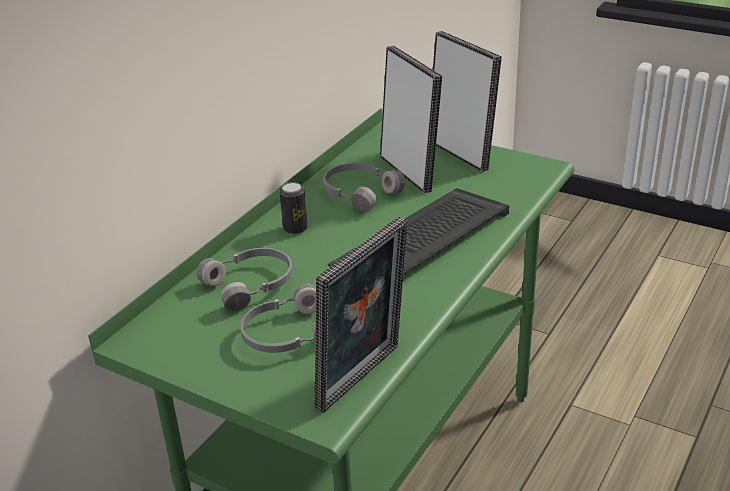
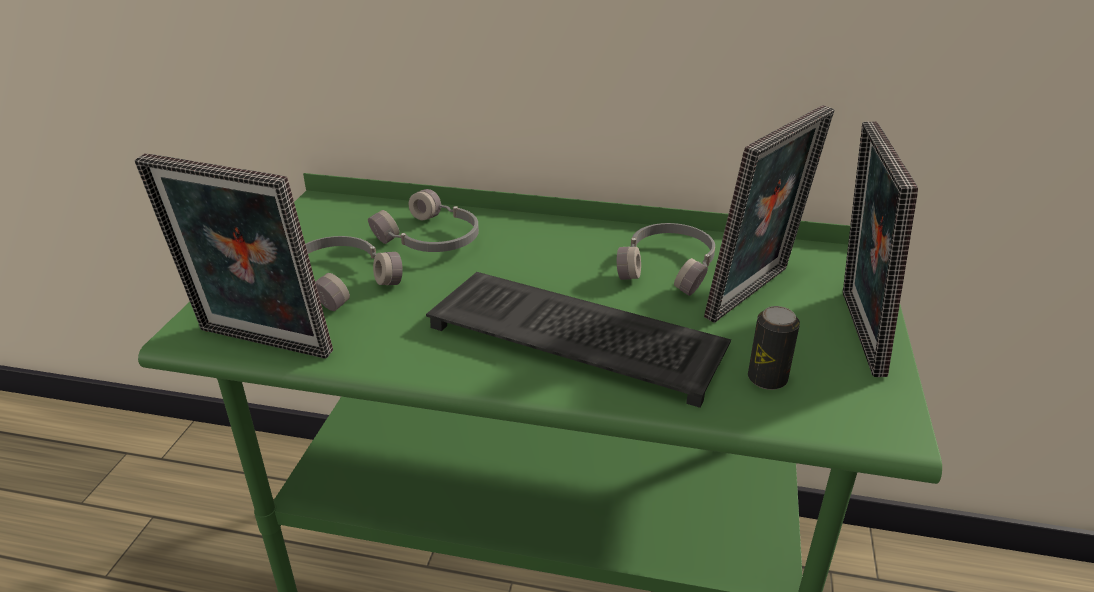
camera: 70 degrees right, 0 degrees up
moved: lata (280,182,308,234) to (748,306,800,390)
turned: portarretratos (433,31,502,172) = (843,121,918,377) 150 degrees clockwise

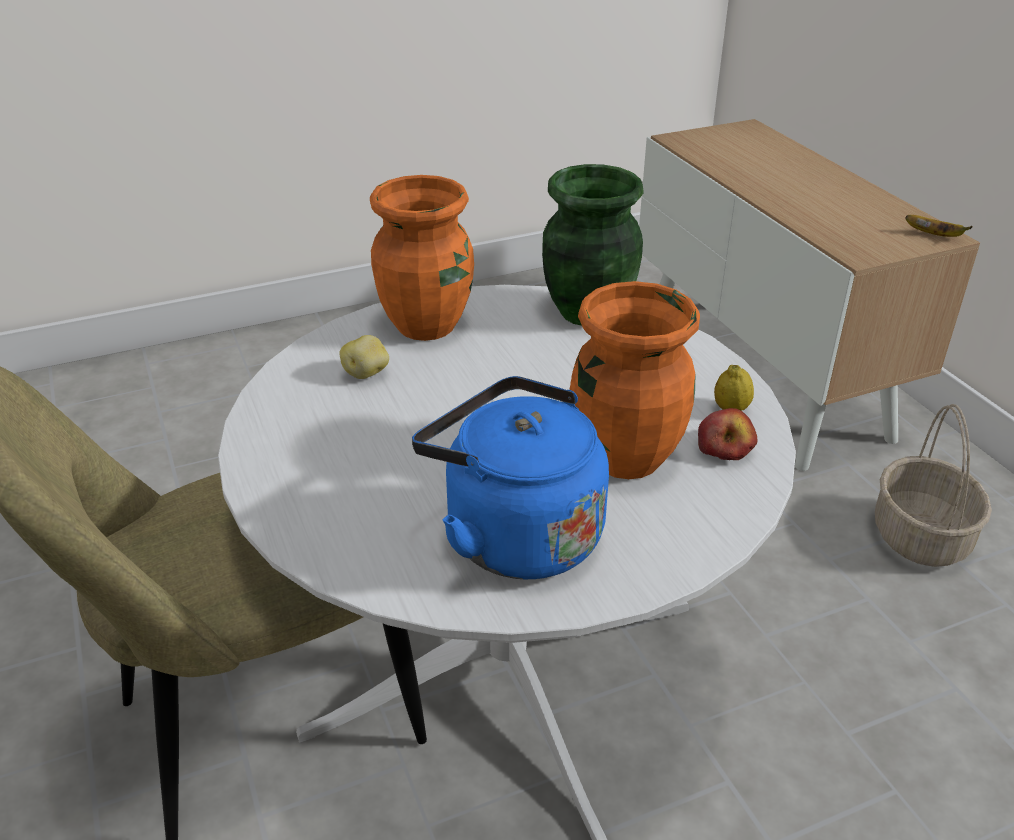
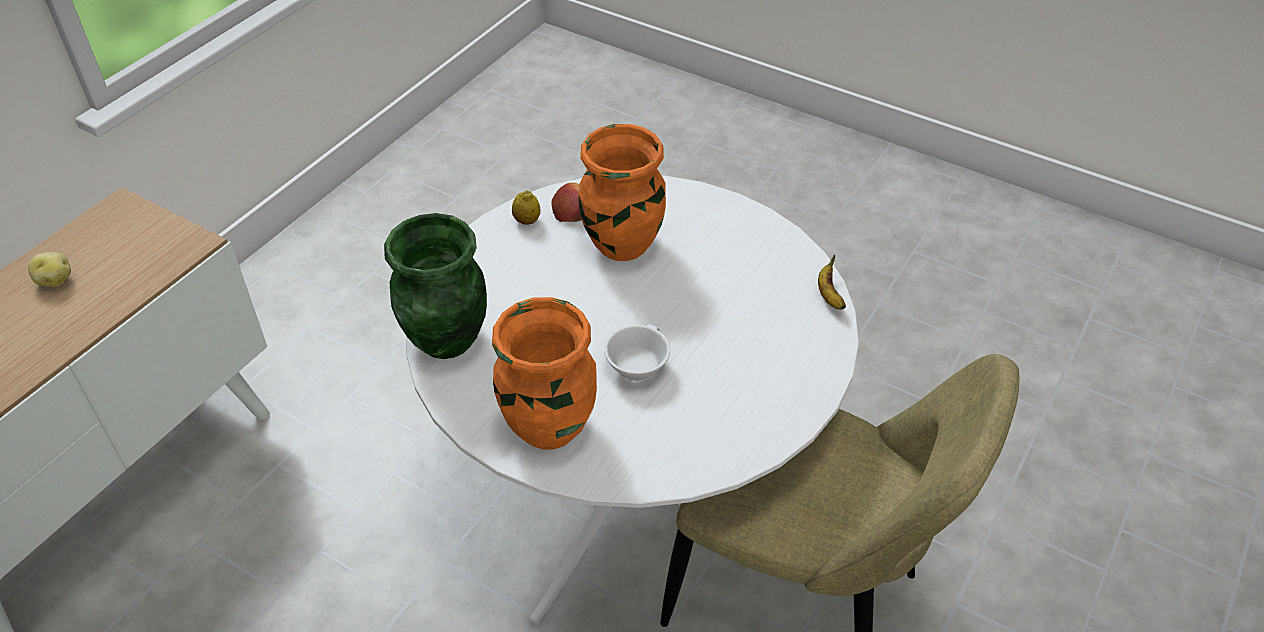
camera: 125 degrees left, 10 degrees up
removed: hervidor/azul (412,376,609,579); cesta (875,404,992,567)
added: taza/blanco (604,324,670,382)
moved: plátano (905,215,973,237) to (818,254,846,310); patata (339,335,389,379) to (28,252,71,287)

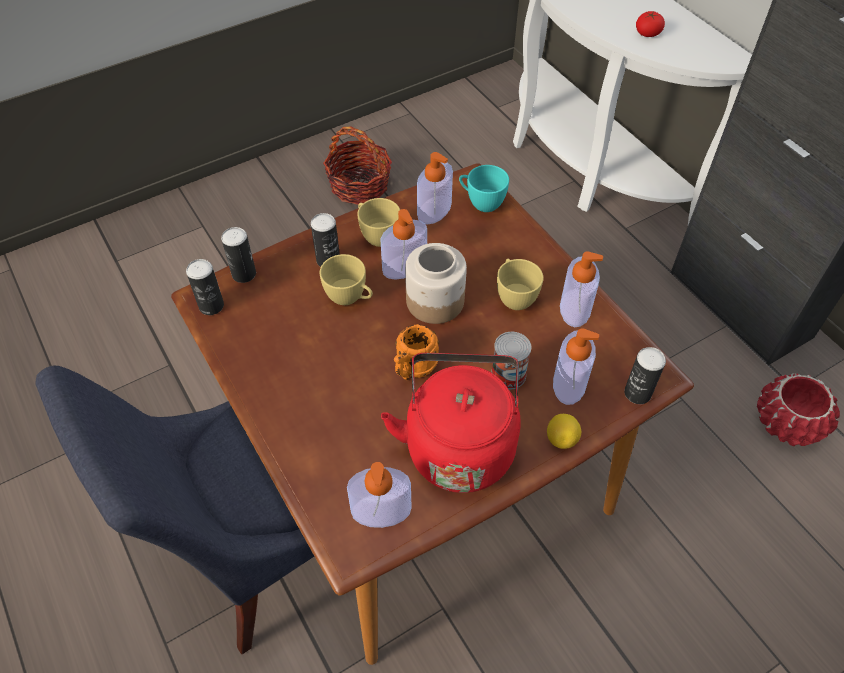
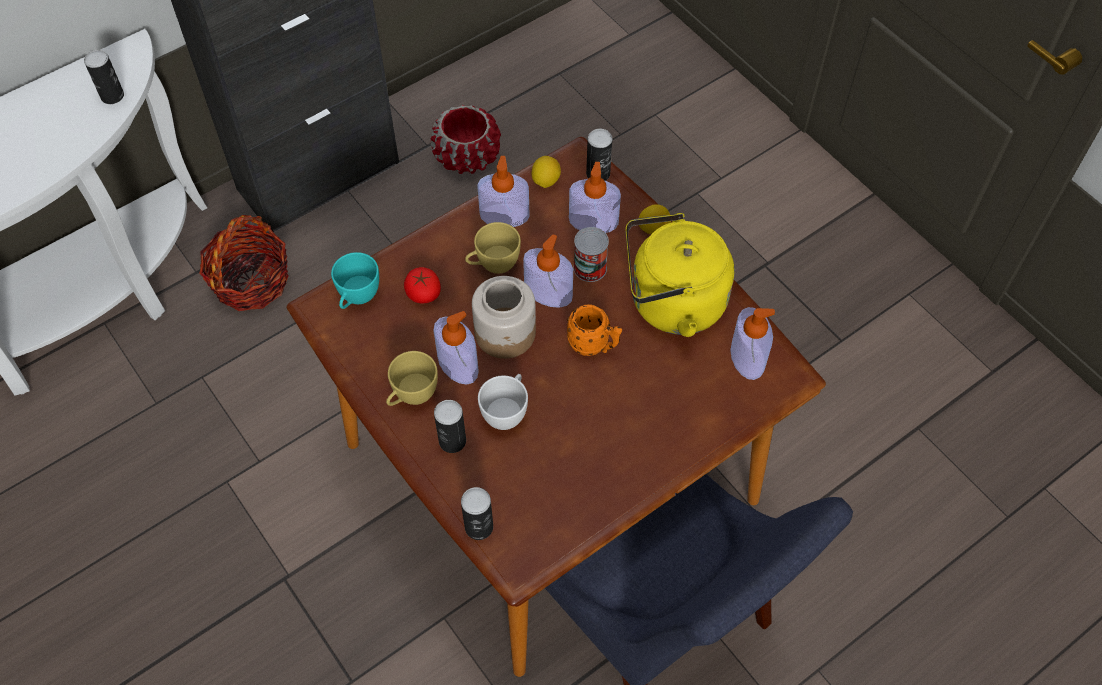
camera: 95 degrees left, 5 degrees up
added: limón (532,156,561,188)
moved: tomate (636,11,665,37) to (404,267,441,303); cesta (323,127,392,205) to (199,215,289,311); dispensador de jabón (417,152,453,225) to (523,235,573,308); lata (186,259,224,315) to (84,50,124,104)
recoloured: taza/amarillo (320,254,373,305) to taza/blanco (478,374,528,430); hervidor/rojo (381,353,521,493) to hervidor/amarillo (625,213,735,337)

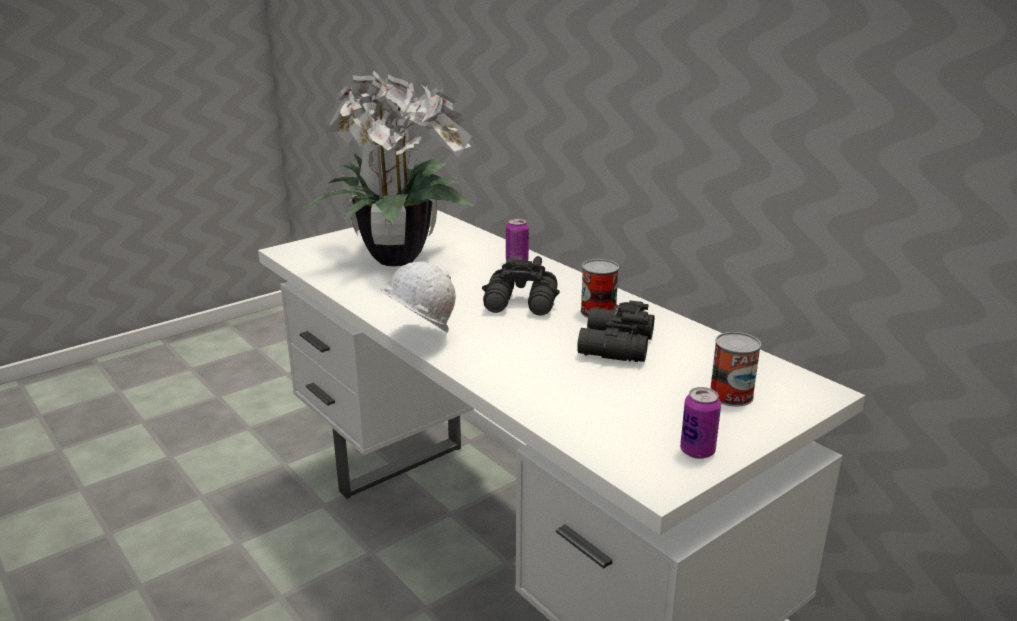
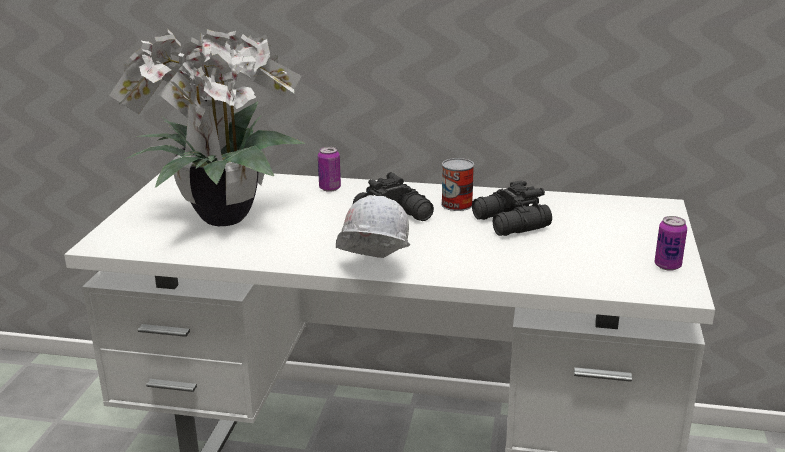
camera: 40 degrees left, 0 degrees up
removed: lata (710,332,761,406)

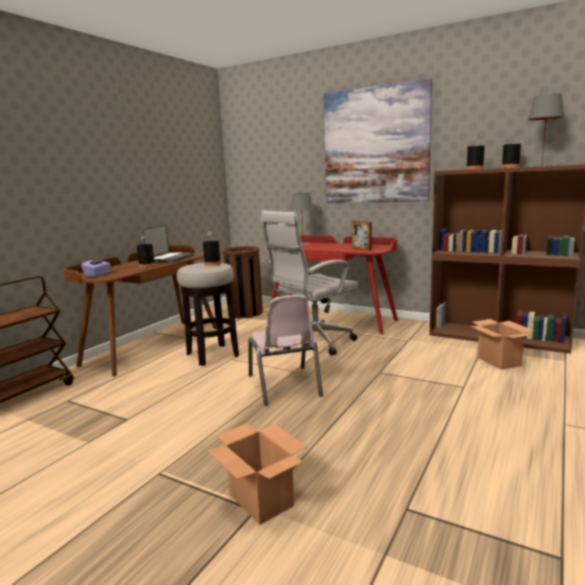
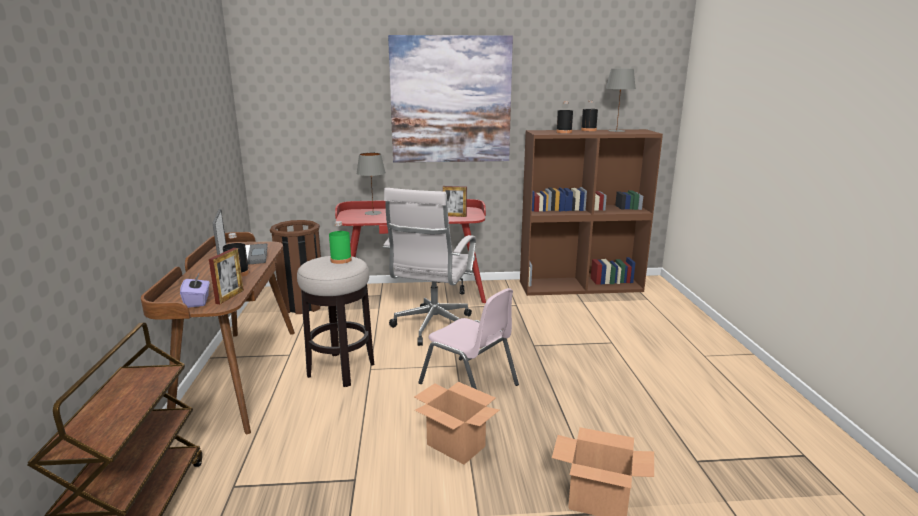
camera: 35 degrees left, 5 degrees up
added: portarretratos (209,248,244,304)
moved: caja de cartón (470,319,535,370) to (414,382,499,465)
recoloured: botella/negro (203,232,221,266) to botella/verde (329,221,352,264)

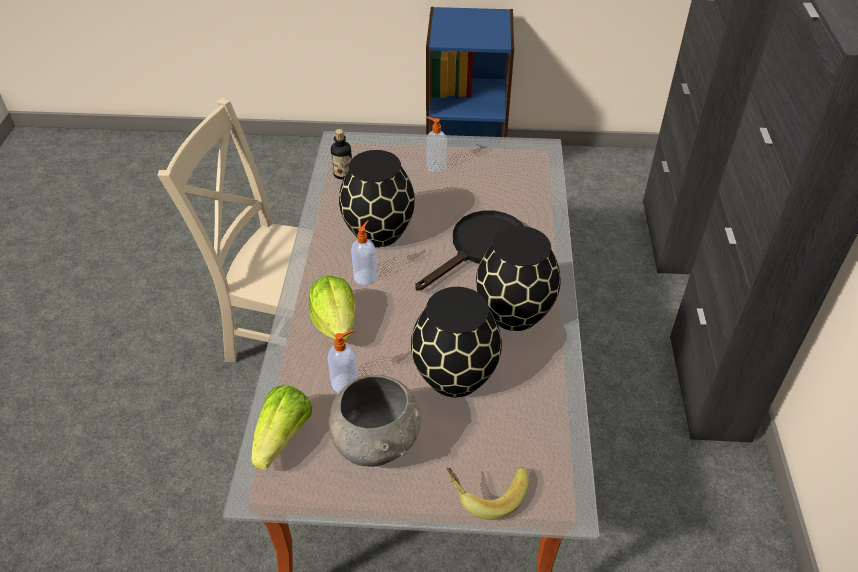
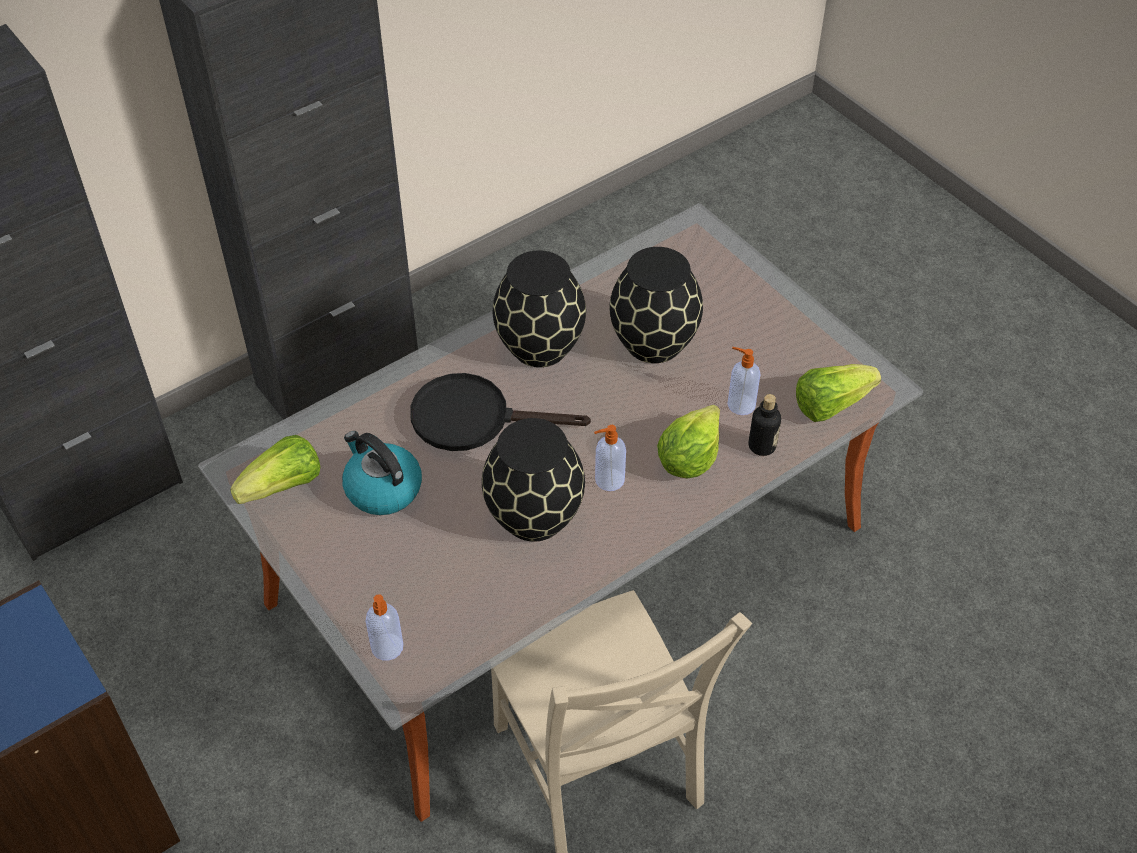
camera: 130 degrees left, 5 degrees up
removed: cuenco/gris (329,375,421,467); plátano (447,467,529,520)
added: hervidor (342,431,422,515); lechuga (230,435,320,504)
moved: dispensador de jabón (426,116,447,173) to (366,594,403,661); botella (331,129,352,179) to (749,394,781,456)

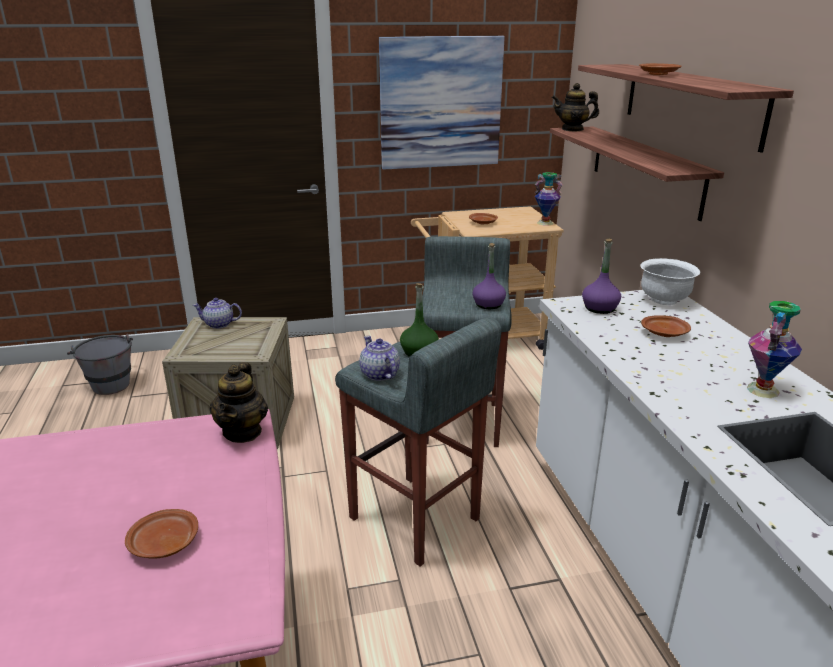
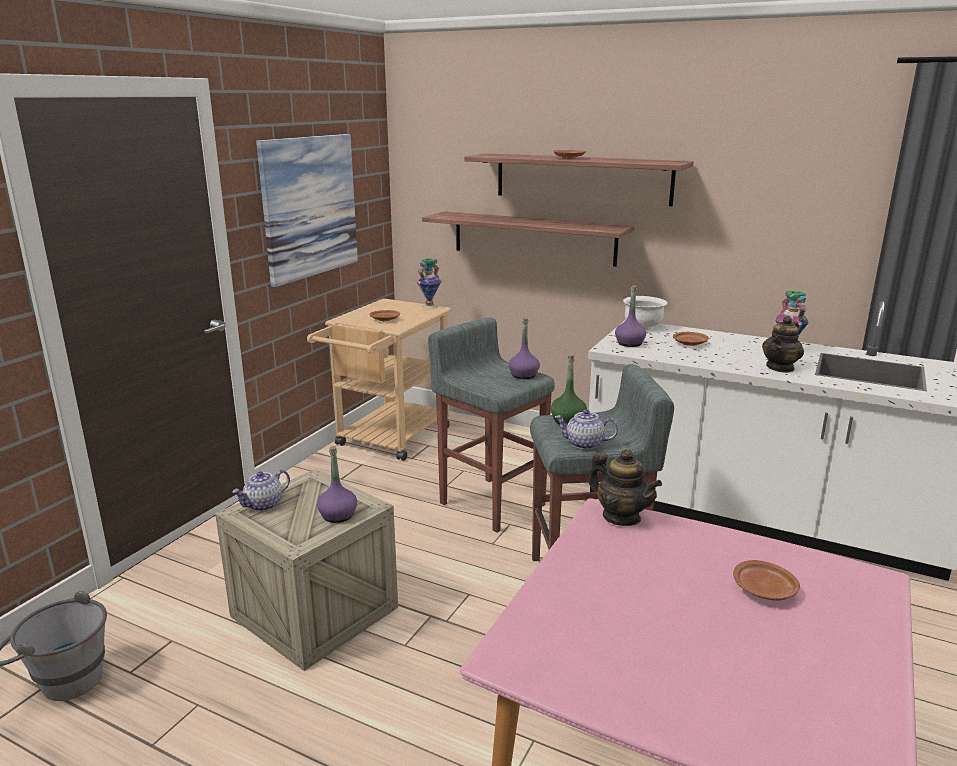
camera: 50 degrees left, 5 degrees down
added: botella/morado (317,446,357,523)
moved: tetera (552,83,599,131) to (762,316,804,373)

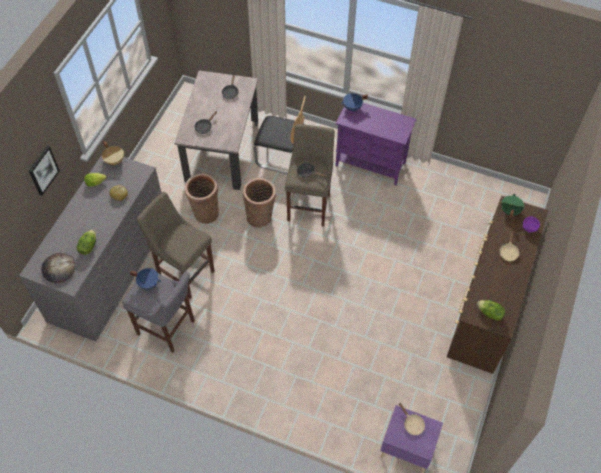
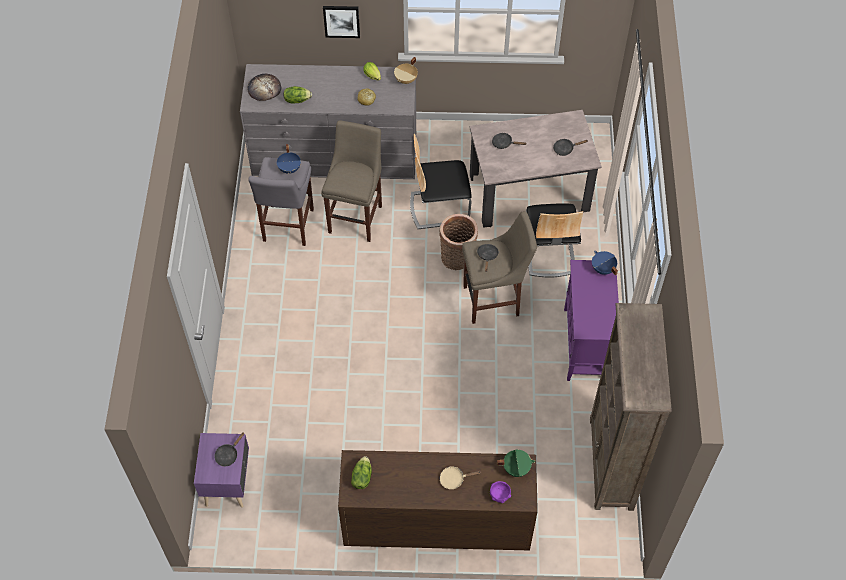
camera: 70 degrees right, 0 degrees up
added: estantería/marrón (590,303,672,511)
replaced: cesta (185,173,219,224) to silla (410,134,472,229)
recoloured: sartén/beis (399,402,425,435) to sartén/negro (215,432,244,466)

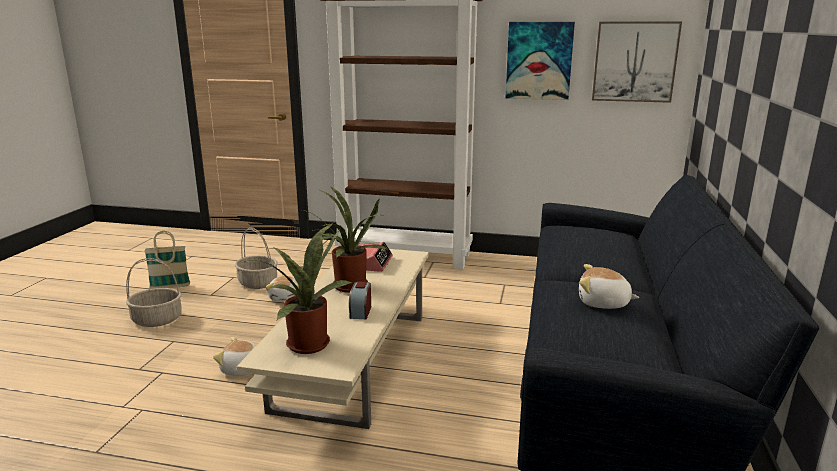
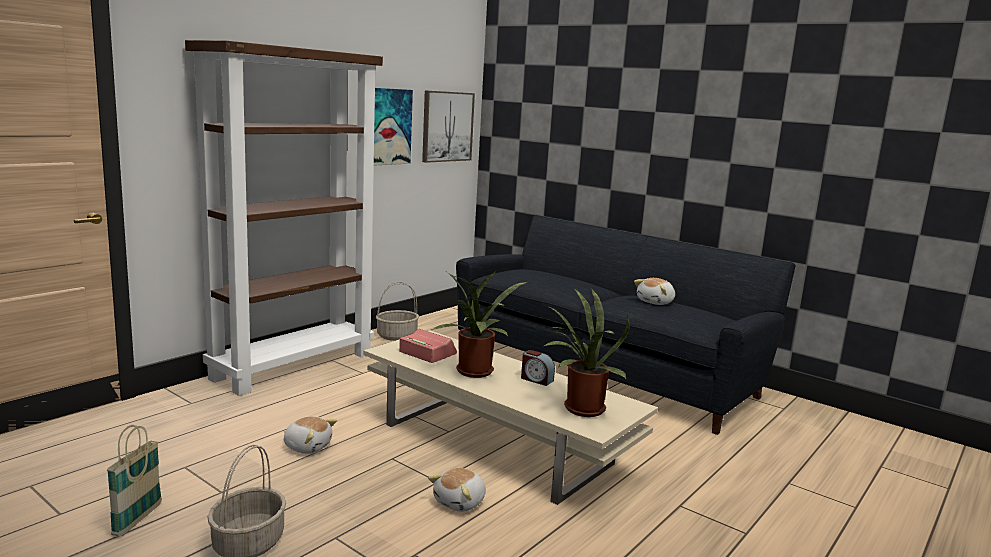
camera: 65 degrees left, 5 degrees down
moved: cesta (235,228,278,289) to (376,282,419,341)

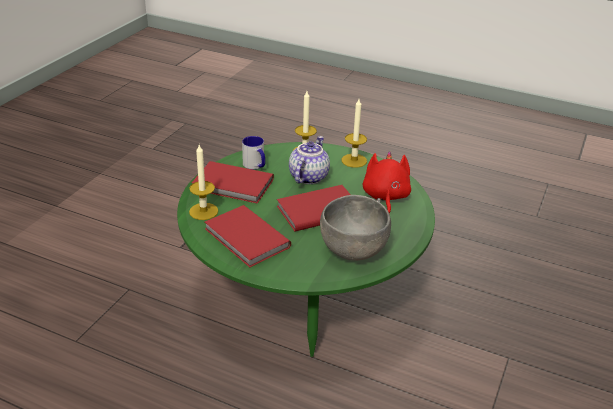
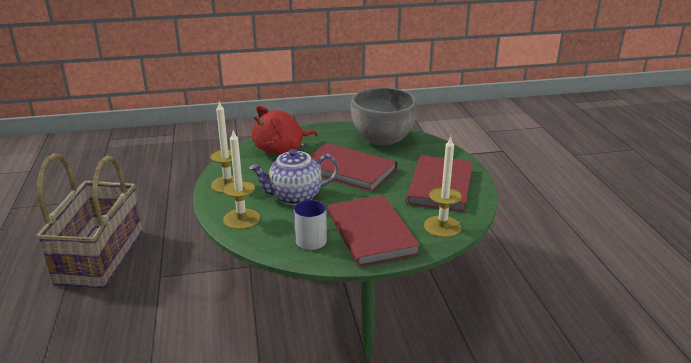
camera: 125 degrees left, 5 degrees down
added: cesta (36,153,143,289)

